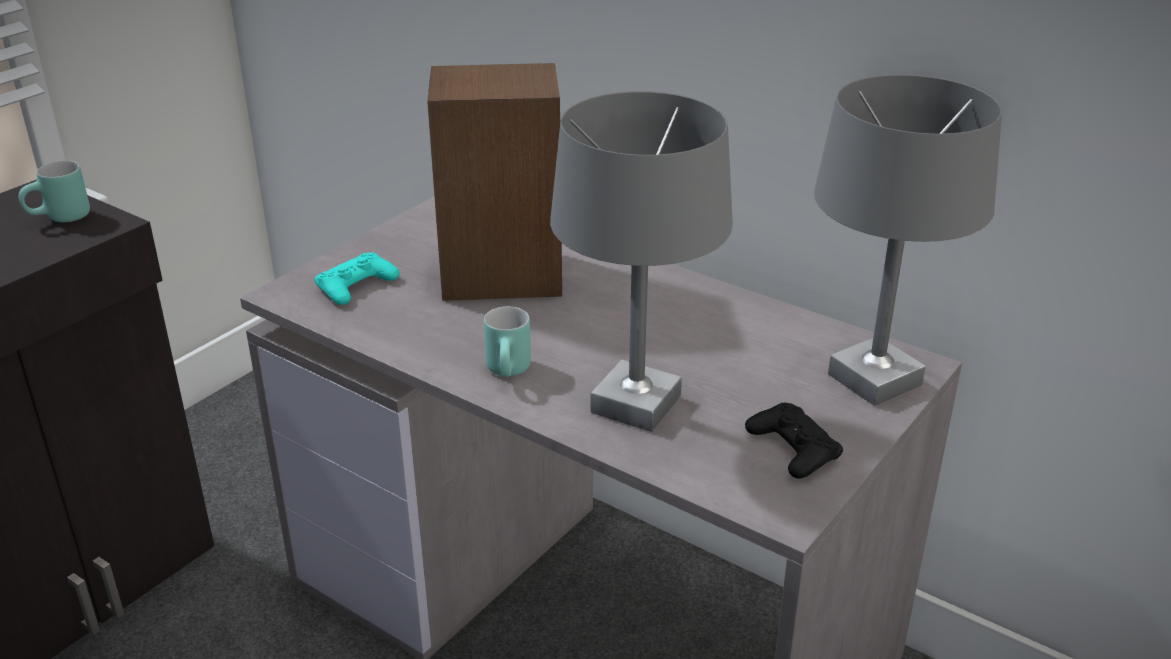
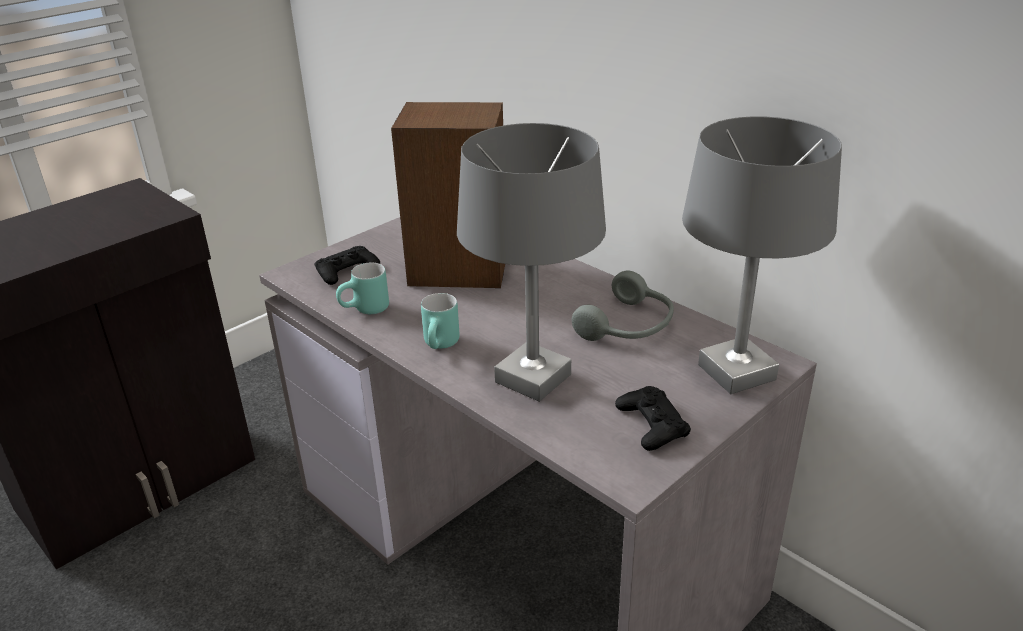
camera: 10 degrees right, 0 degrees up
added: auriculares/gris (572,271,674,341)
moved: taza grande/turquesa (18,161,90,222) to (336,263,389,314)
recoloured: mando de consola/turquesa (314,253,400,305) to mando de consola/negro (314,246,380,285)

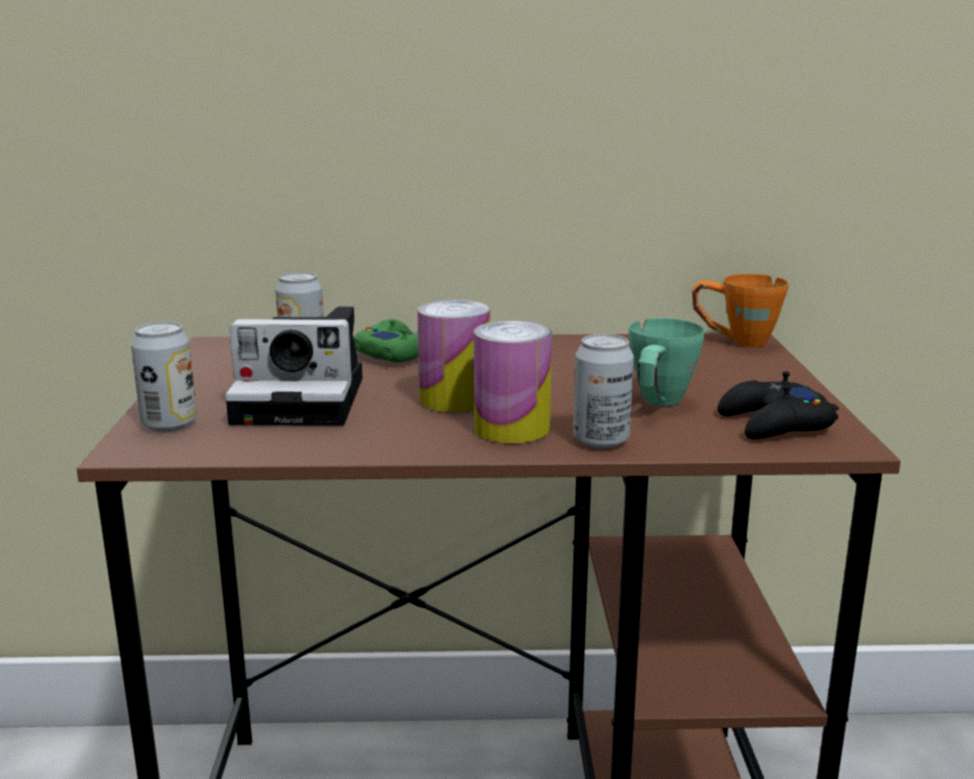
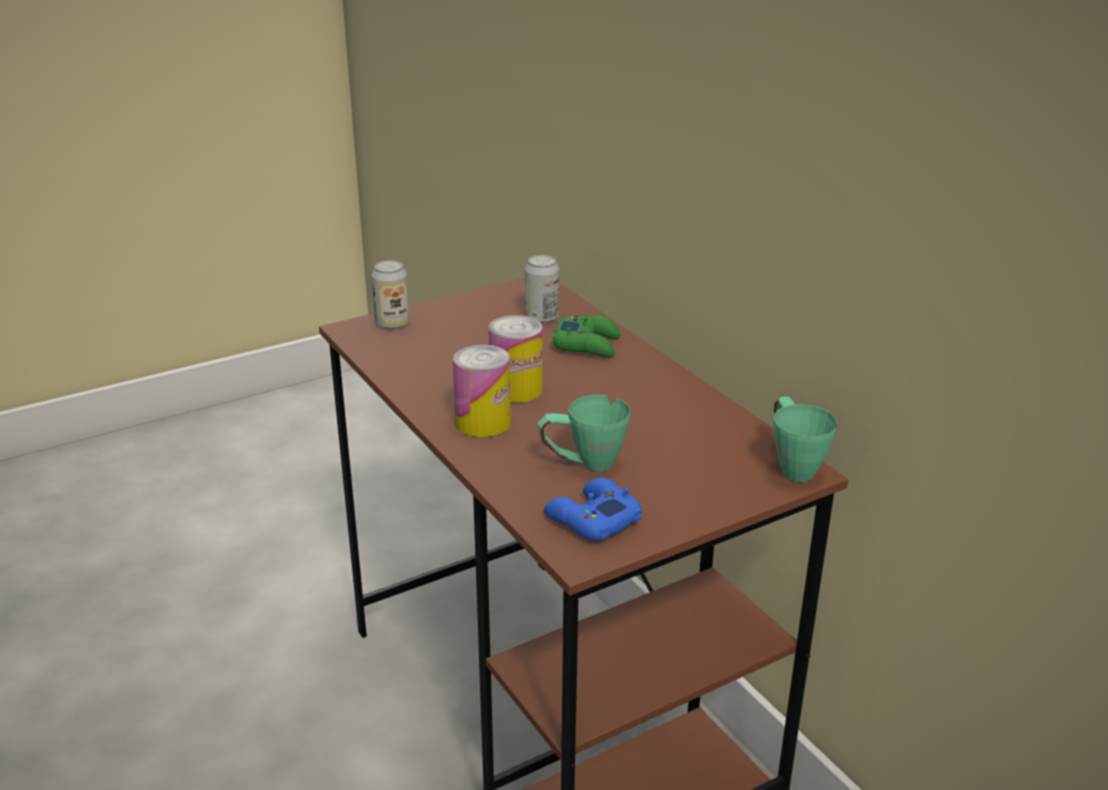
camera: 60 degrees right, 10 degrees up
removed: cámara (225,306,362,426); lata (573,334,634,448)
recoloured: taza grande/naranja (692,274,789,347) to taza grande/verde (773,396,838,482); mando de consola/negro (717,371,839,439) to mando de consola/azul (544,477,642,541)

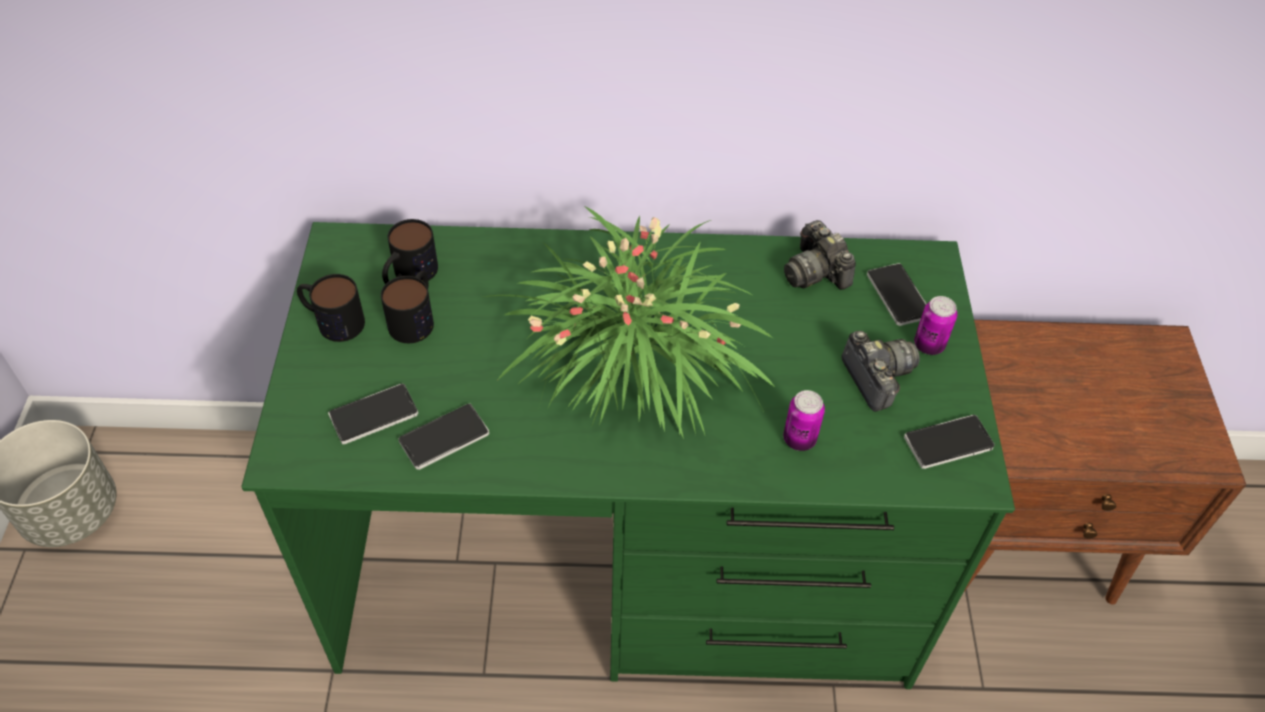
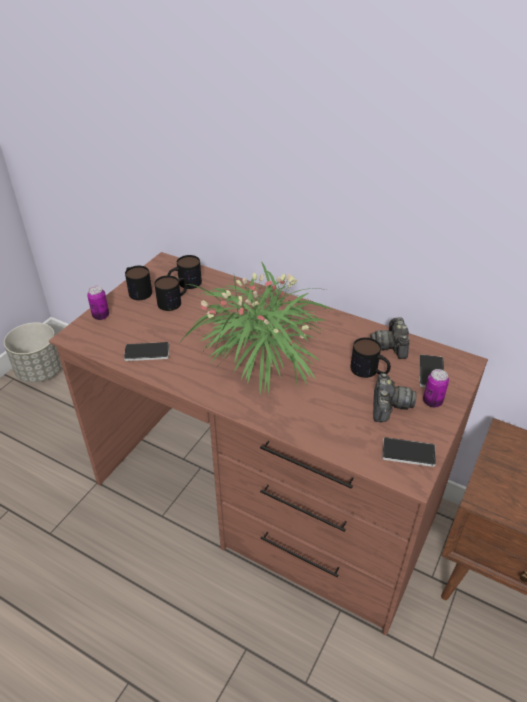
camera: 30 degrees right, 10 degrees down
removed: móvil (328,383,418,444)
added: taza grande (350,337,391,378)
moved: lata (783,390,825,451) to (87,286,109,320)
recoloured: escritorio/verde (241,222,1015,689) to escritorio/marrón (49,252,488,635)

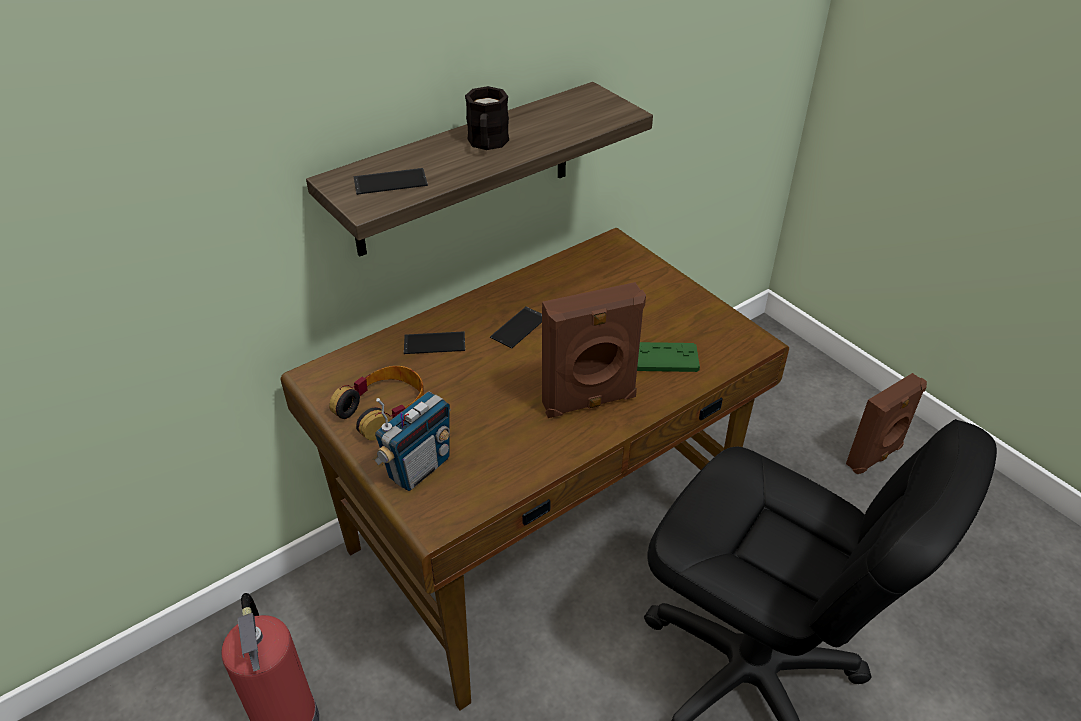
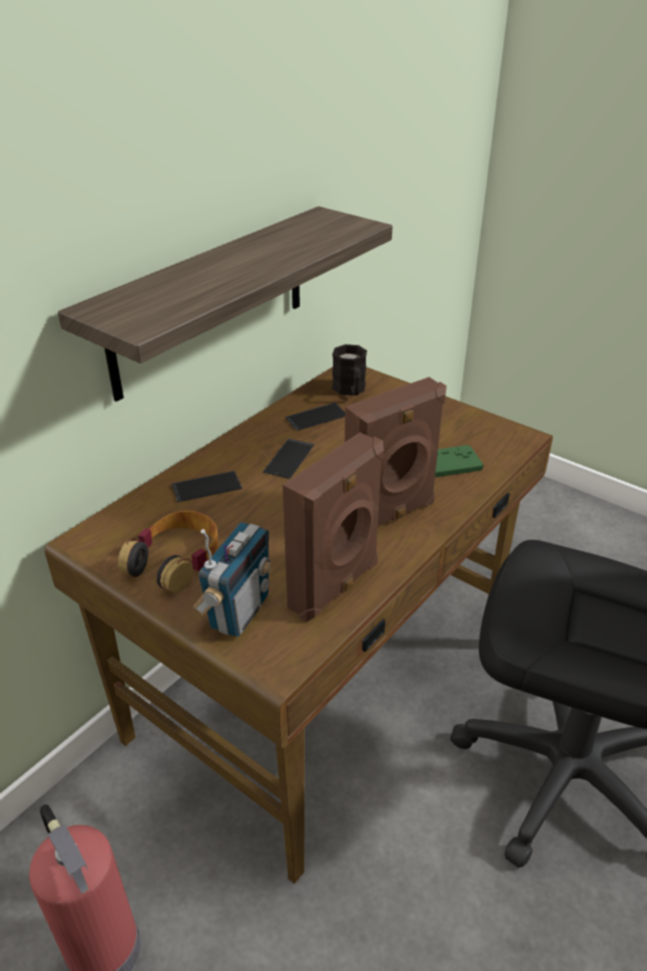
camera: 15 degrees left, 5 degrees down
moved: taza grande/negro (465,86,509,150) to (332,344,367,396); móvil (354,168,428,195) to (285,403,345,431); altavoz/marrón (846,373,927,474) to (283,432,384,622)

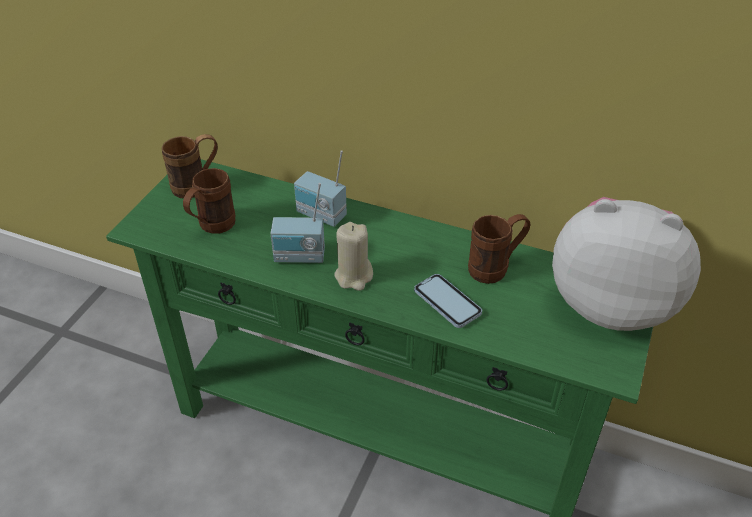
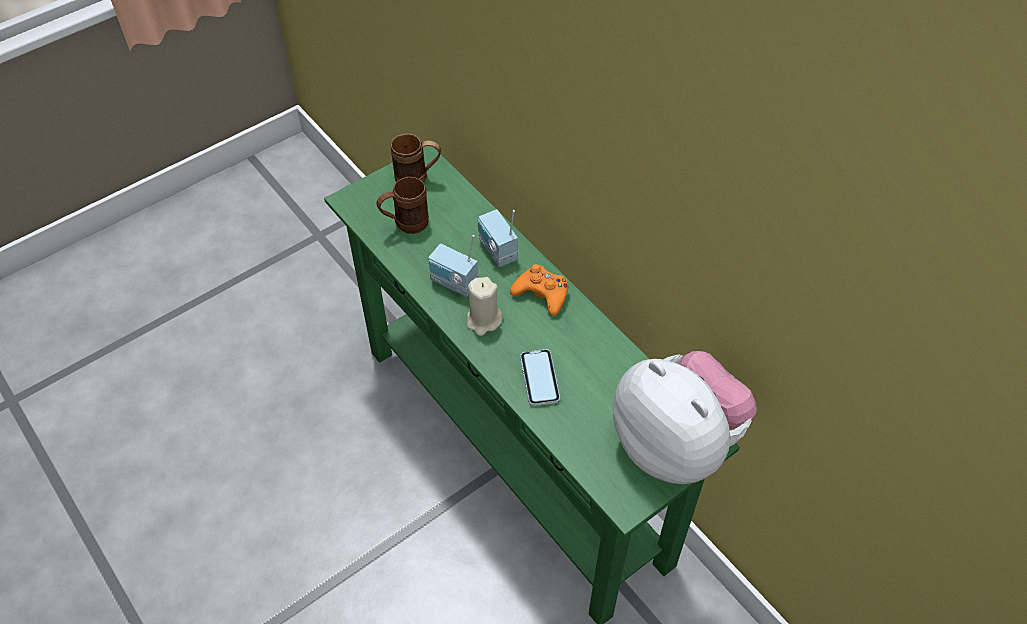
camera: 30 degrees right, 10 degrees up
removed: taza grande/marrón (468,214,530,284)
added: mando de consola/naranja (510,264,568,316)

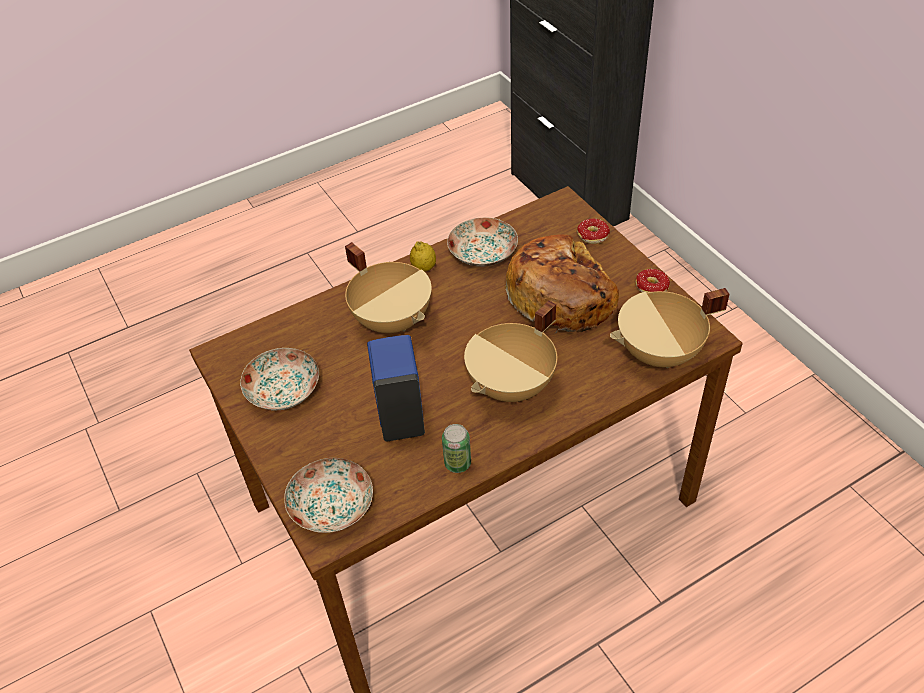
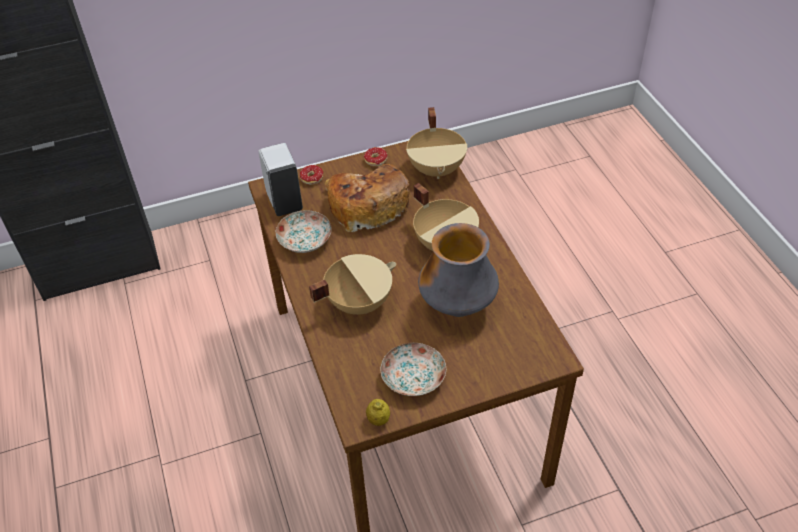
camera: 80 degrees left, 0 degrees up
removed: lata (442,424,471,473); plato (284,458,373,533)
added: dispensador de jabón/blanco (258,143,303,216)
moved: limón (410,242,436,272) to (366,399,390,426)
replaced: dispensador de jabón/azul (367,335,425,441) to florero (418,223,499,317)

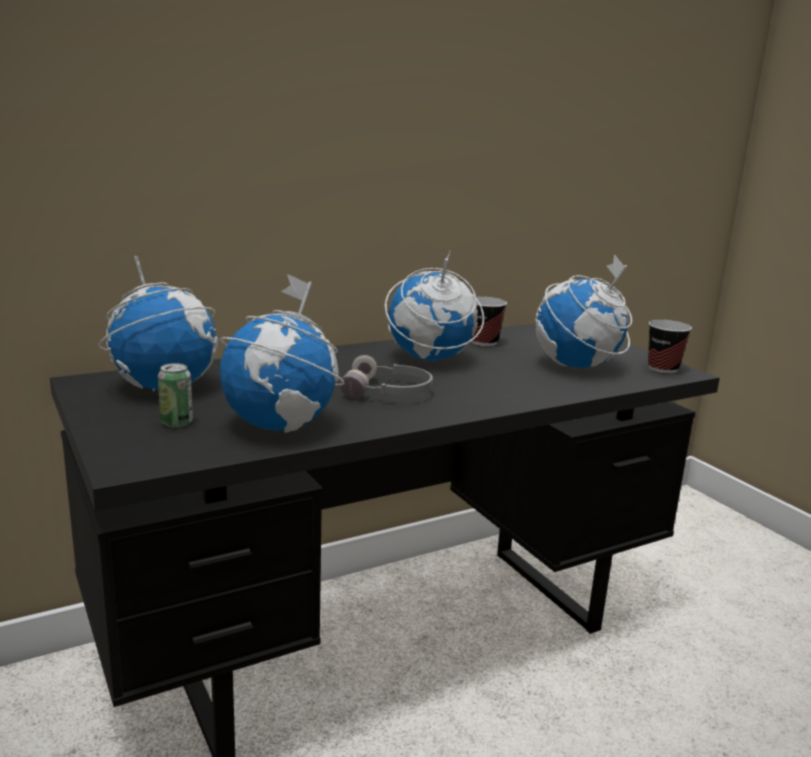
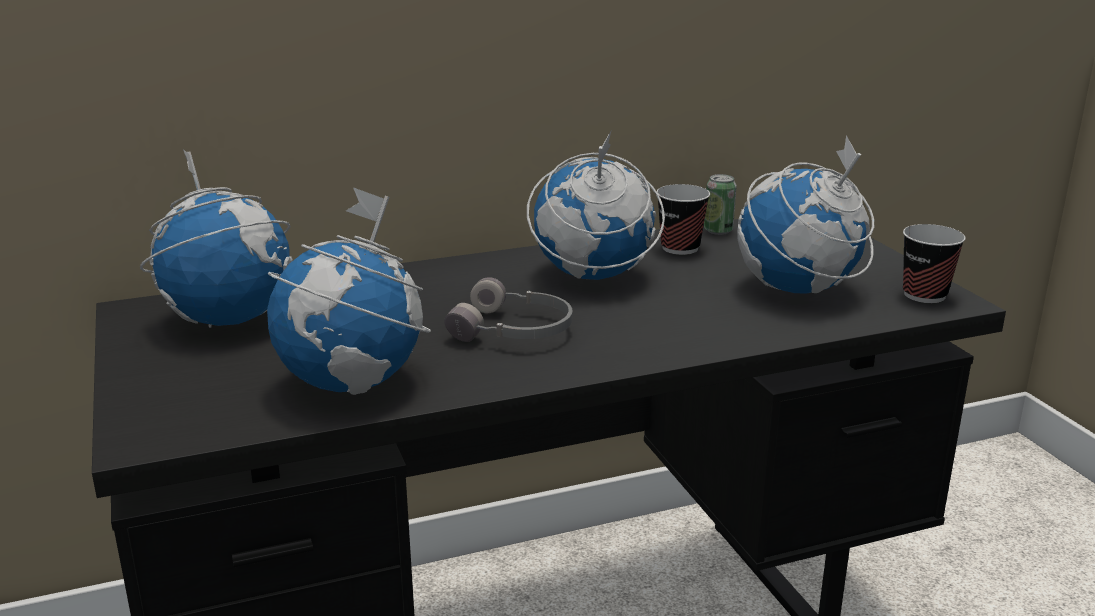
camera: 10 degrees right, 5 degrees up
moved: lata (158,363,193,427) to (704,174,737,235)

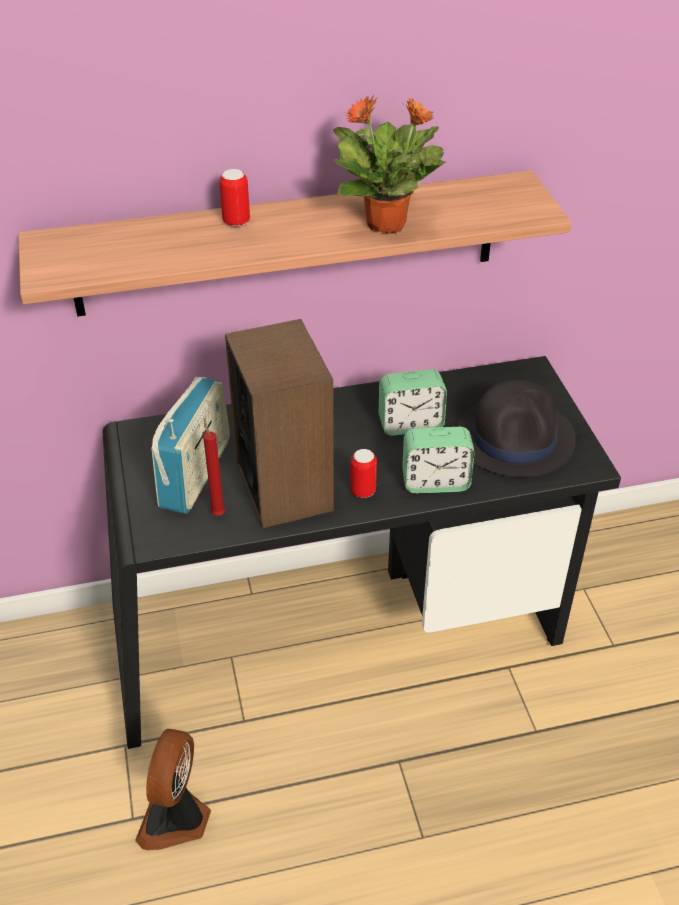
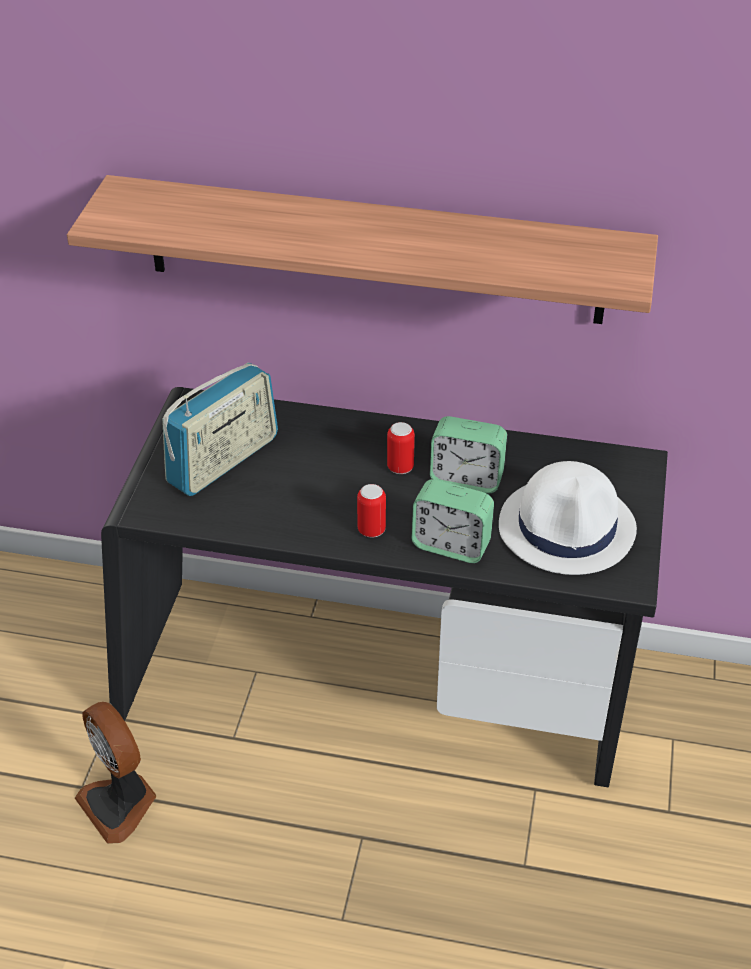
camera: 25 degrees right, 0 degrees up
removed: planta en maceta (333,95,446,234); altavoz (225,319,334,528); vela/rojo (203,418,225,516)
moved: lata (219,169,250,227) to (387,422,415,474)
recoloured: sombrero/negro (456,380,575,477) to sombrero/blanco (499,461,637,575)
turned: ventilador (135,729,211,850) = (75,702,156,844) 75 degrees counterclockwise

